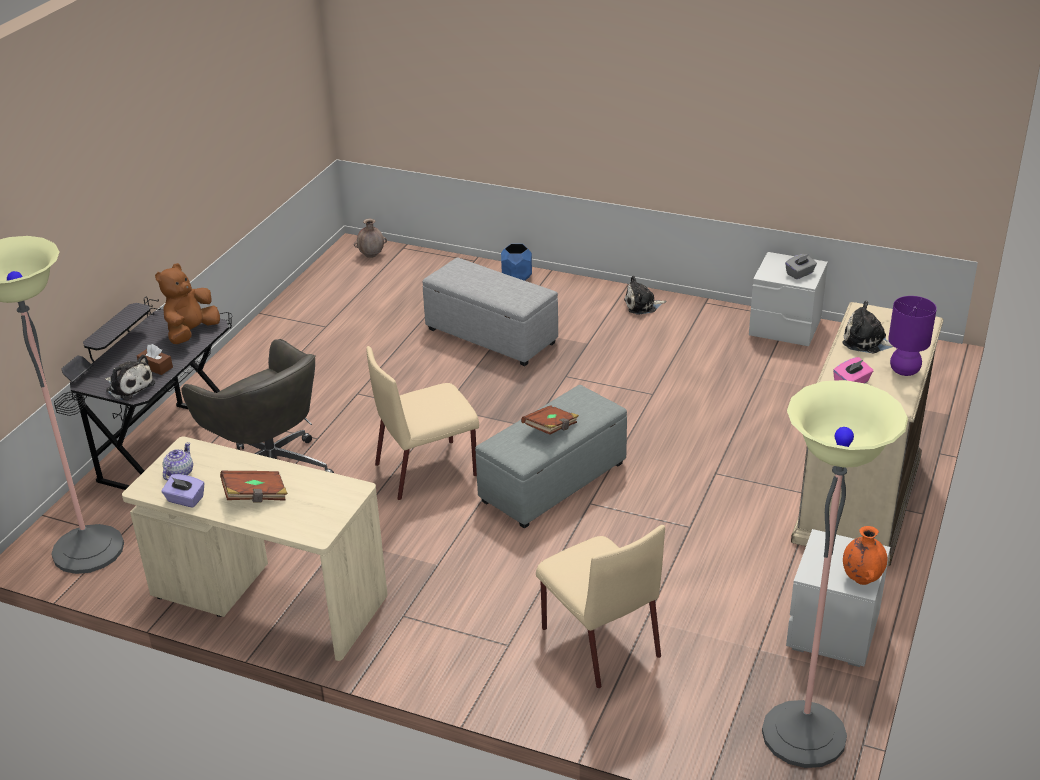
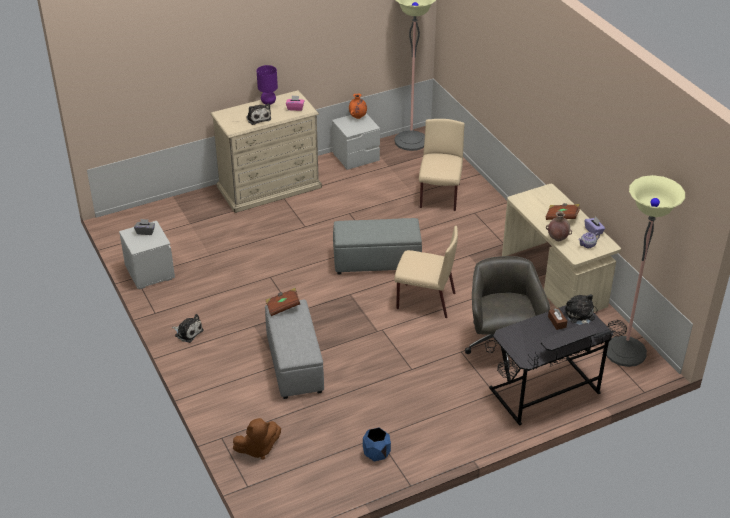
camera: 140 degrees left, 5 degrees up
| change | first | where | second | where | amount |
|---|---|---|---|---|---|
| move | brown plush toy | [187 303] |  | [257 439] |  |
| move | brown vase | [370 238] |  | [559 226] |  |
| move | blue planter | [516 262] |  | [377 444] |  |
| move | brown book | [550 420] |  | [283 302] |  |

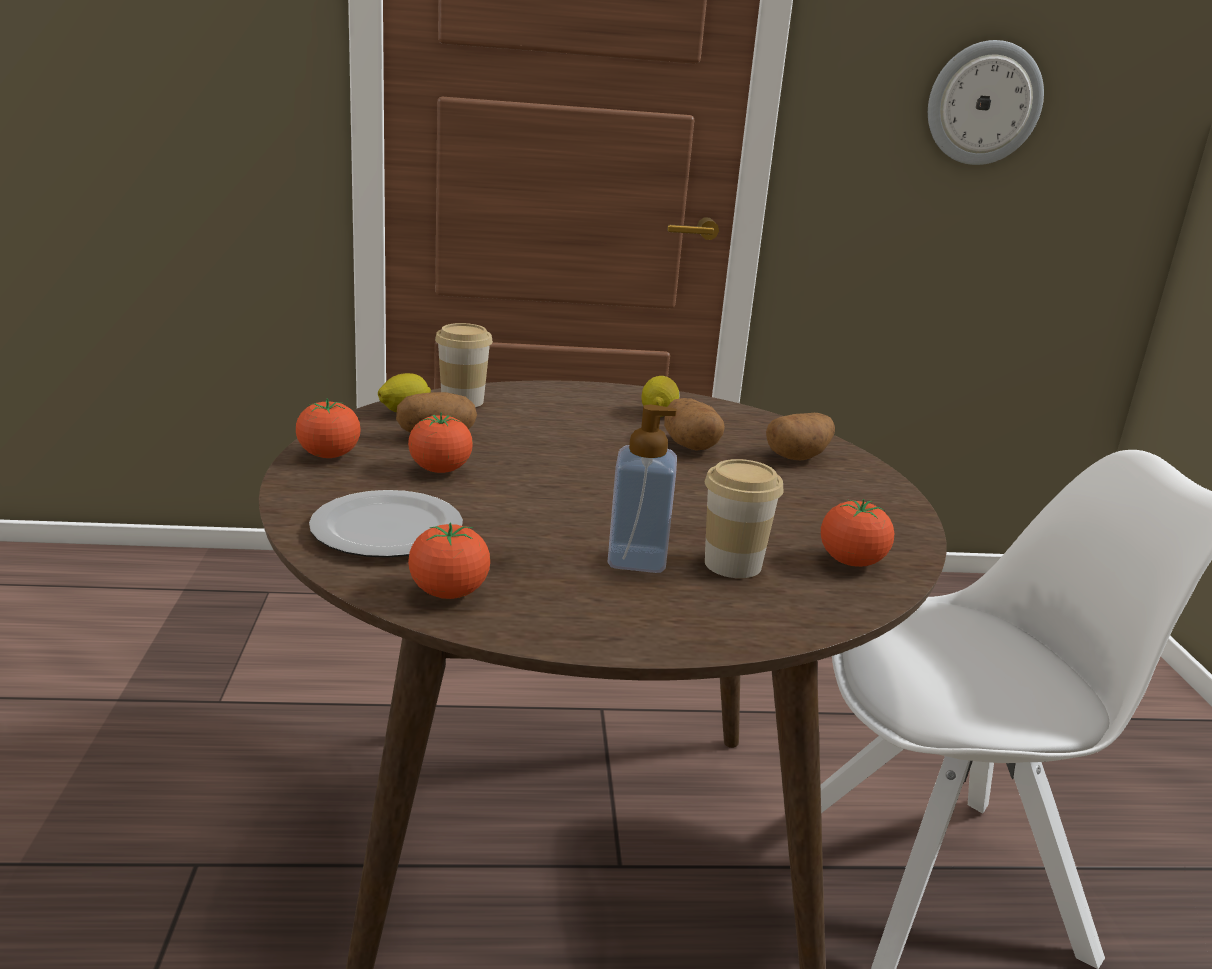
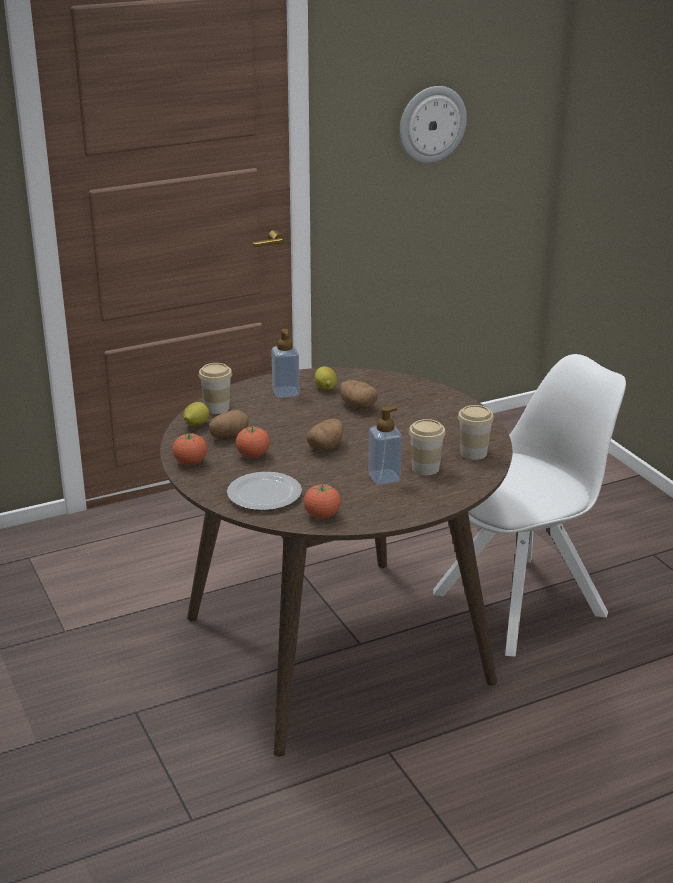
camera: 20 degrees left, 5 degrees up
| change | first | where | second | where | amount |
|---|---|---|---|---|---|
| move | potato | [800 436] |  | [324 435] |  |
| replace | tomato | [857 533] | cup | [476 432] |  |
| insert |  |  | soap dispenser | [285 363] |  |

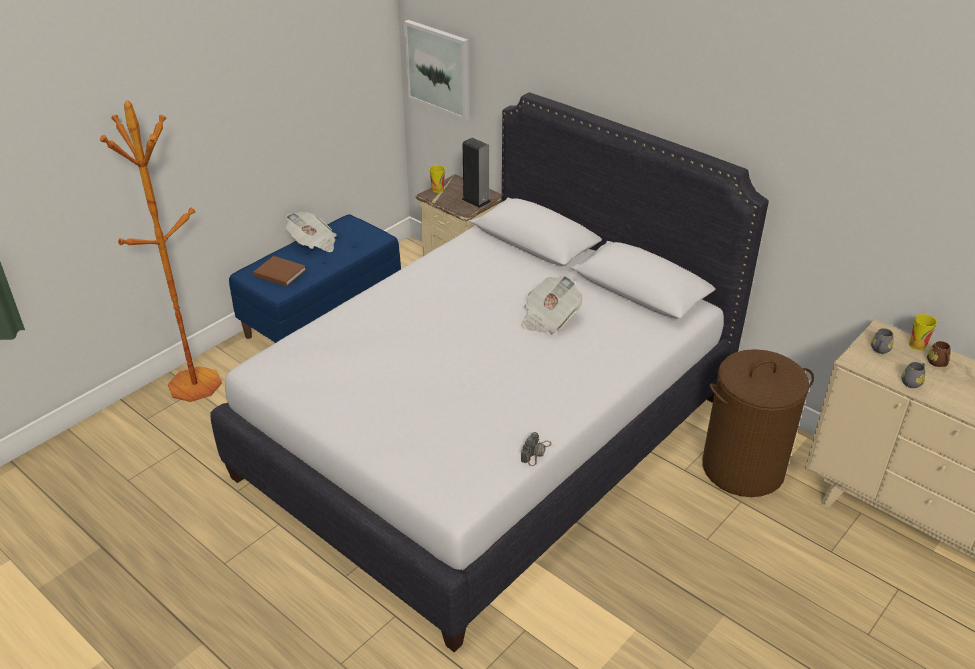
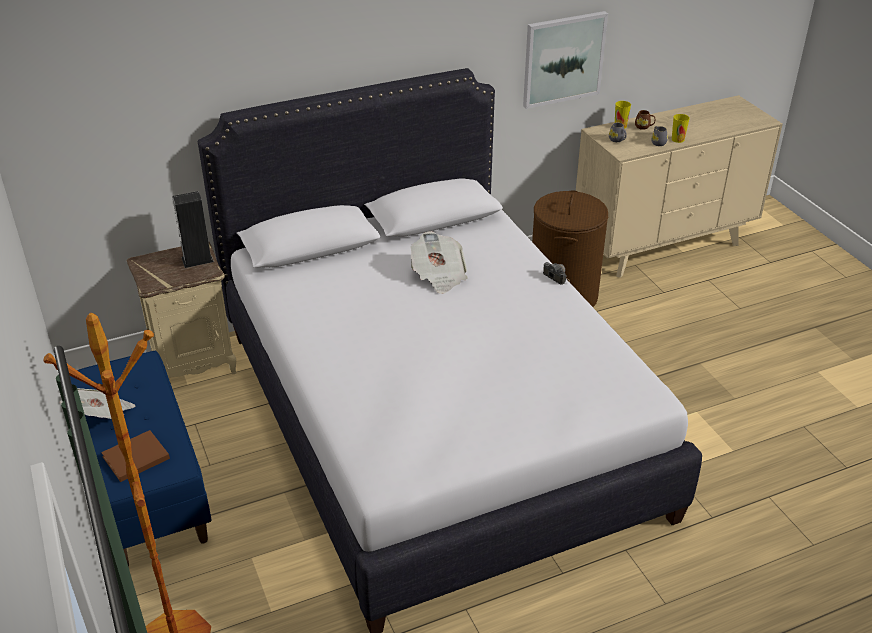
camera: 65 degrees left, 0 degrees up
| change | first | where | second | where | amount |
|---|---|---|---|---|---|
| move | picture | [437 70] |  | [565 60] |  |
| move | cup | [437 179] |  | [681 128] |  |
| move | photo camera | [536 449] |  | [556 273] |  |

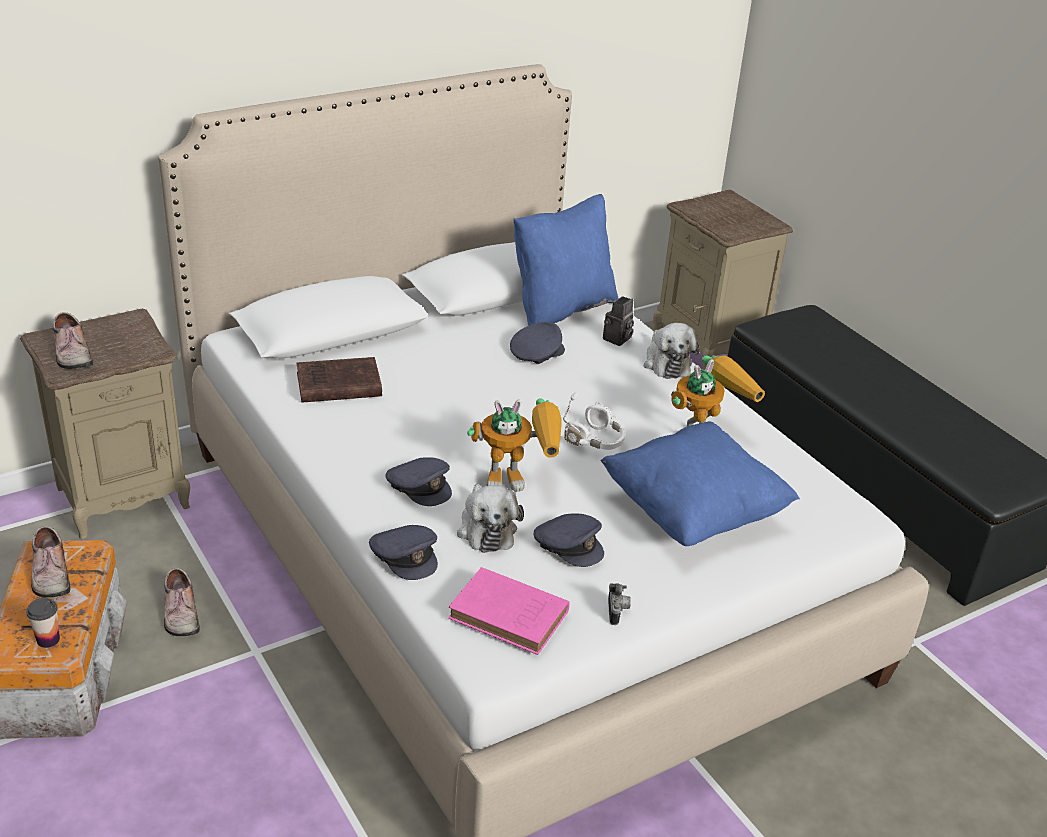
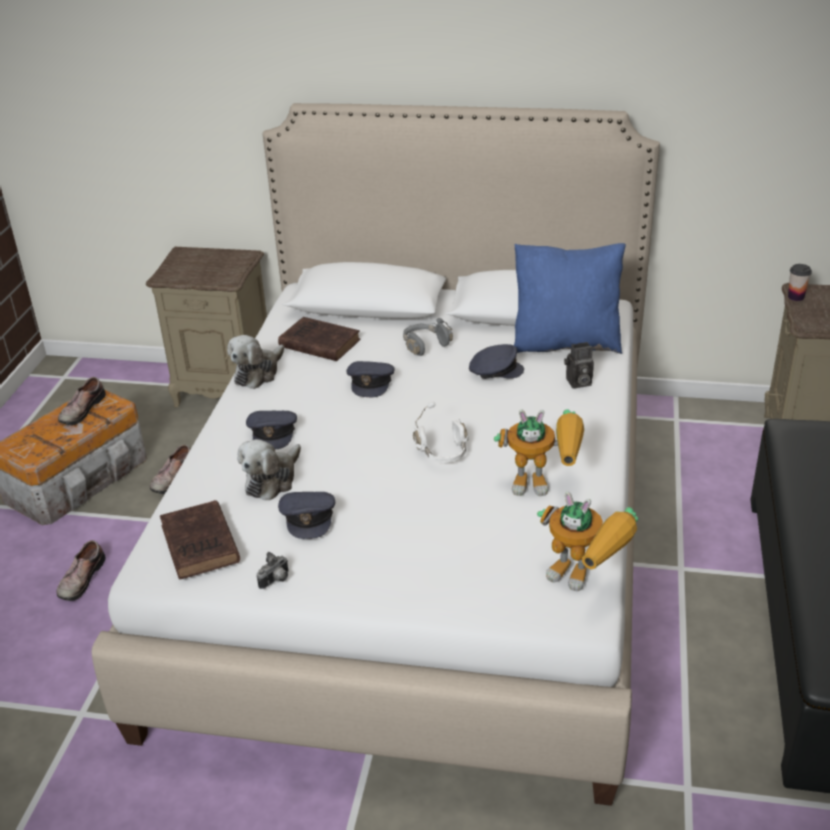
camera: 45 degrees right, 0 degrees up
| change | first | where | second | where | amount |
|---|---|---|---|---|---|
| move | cup | [43 623] |  | [800 282] |  |
| move | shoe | [73 340] |  | [81 570] |  |
| move | grey cap | [403 552] |  | [371 379] |  |
| recolor | pink book | [509 611] | brown book | [200 539] |  |
| move | toy robot | [514 445] |  | [587 541] |  |
| delete | blue pillow | [700 484] |  |  |  |
| move | plush toy | [671 351] |  | [255 362] |  |
| insert |  |  | grey headphones | [428 337] |  |

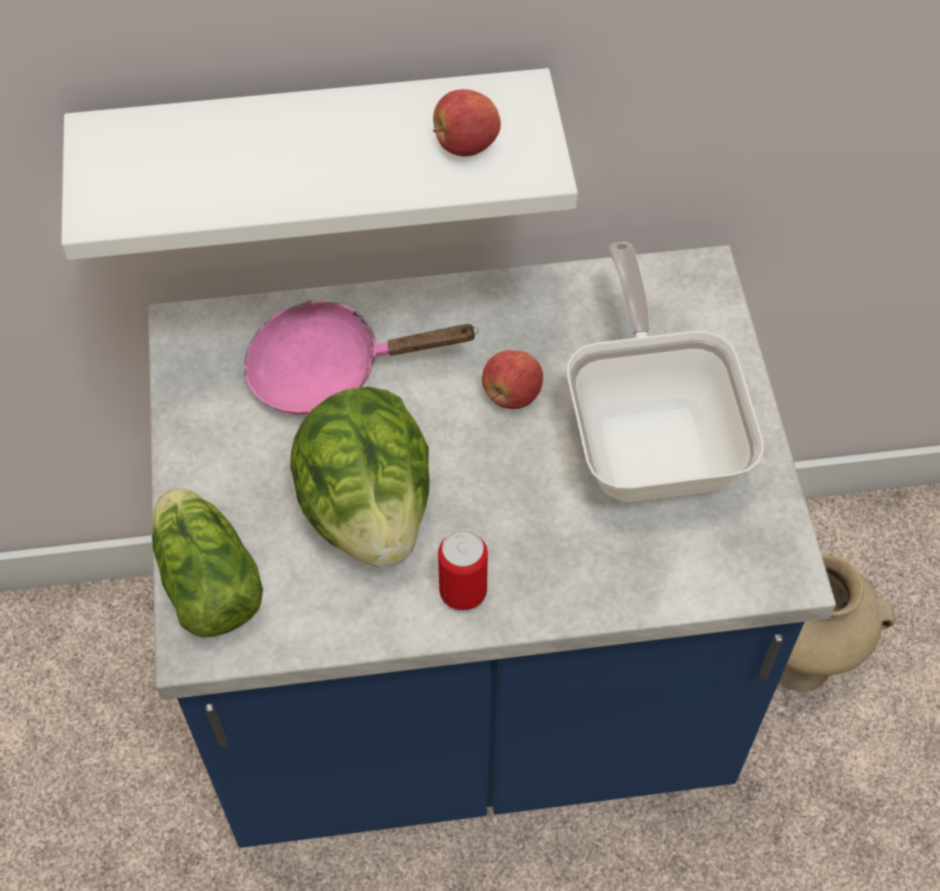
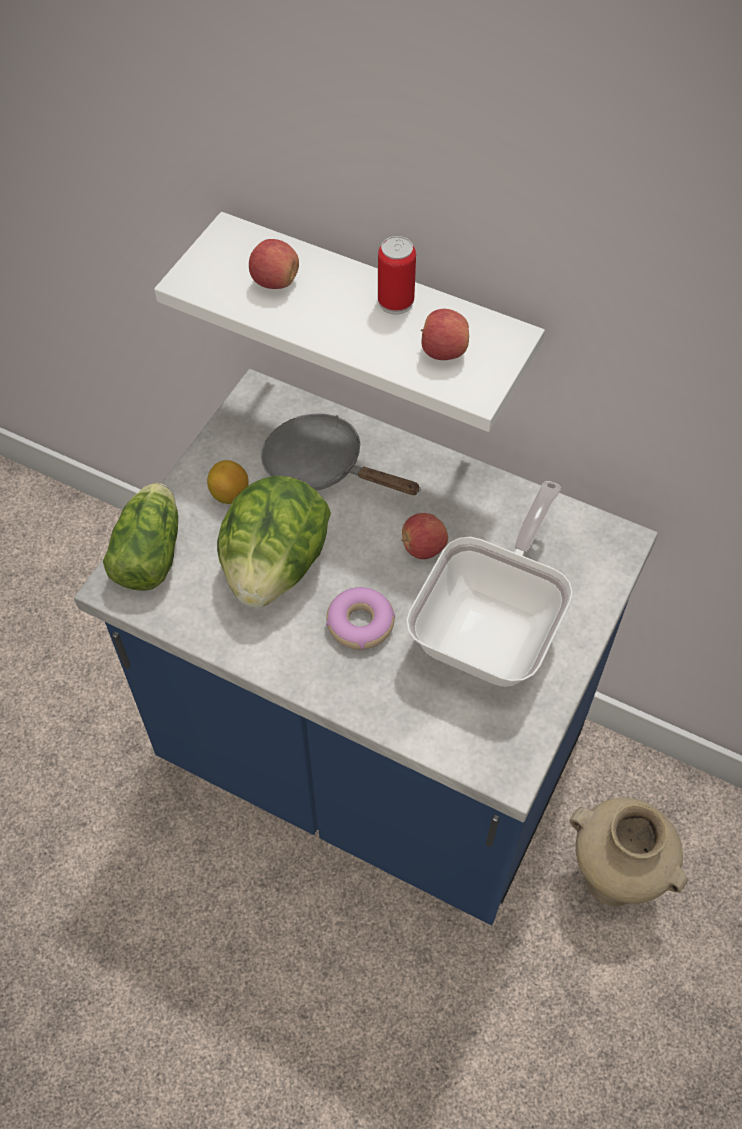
camera: 35 degrees right, 0 degrees up
| change | first | where | second | where | amount |
|---|---|---|---|---|---|
| recolor | pink frying pan | [361 357] | grey frying pan | [341 454] |  |
| move | can | [463 571] |  | [397 275] |  |
| insert |  |  | lemon | [228 482] |  |
| insert |  |  | apple | [274 264] |  |
| insert |  |  | donut | [360 618] |  |

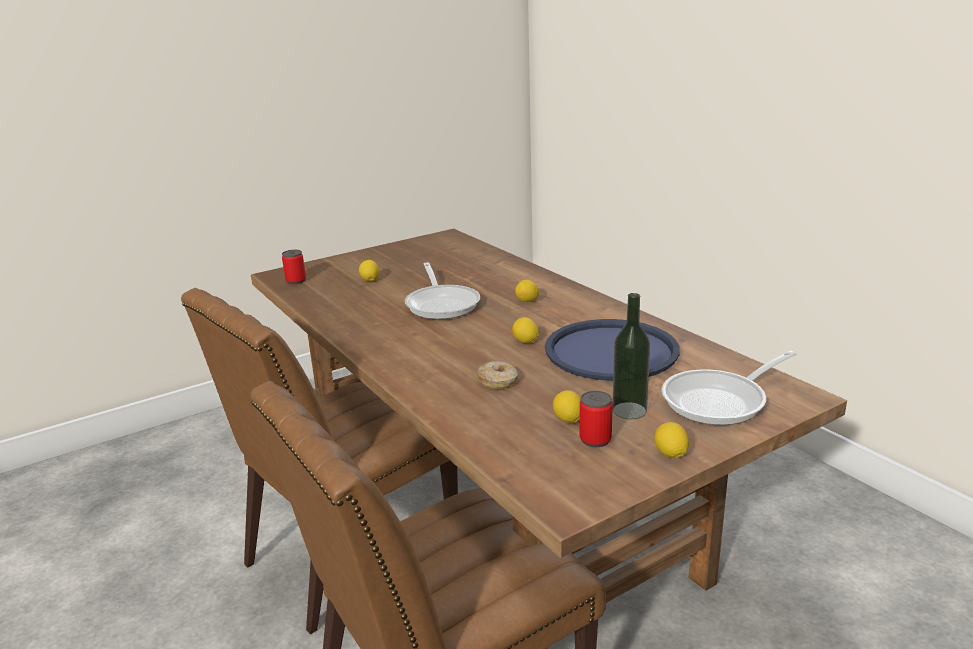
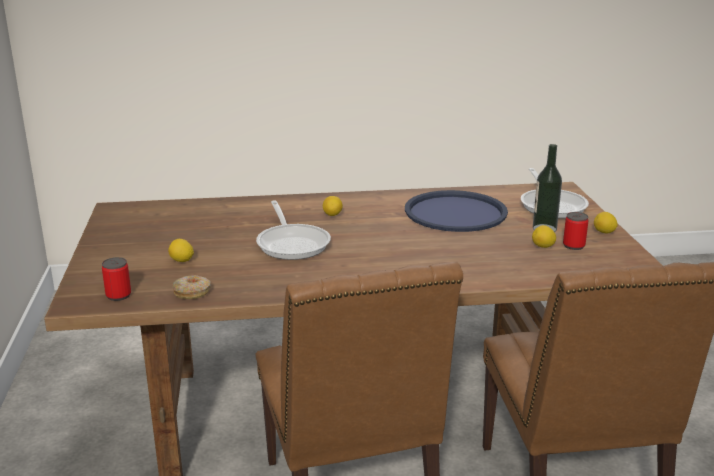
camera: 65 degrees left, 0 degrees up
| change | first | where | second | where | amount |
|---|---|---|---|---|---|
| rotate | frying pan | [442 290] |  | [293 230] | 60 degrees clockwise |
| move | donut | [498 375] |  | [191 287] |  |
| delete | lemon | [525 330] |  |  |  |

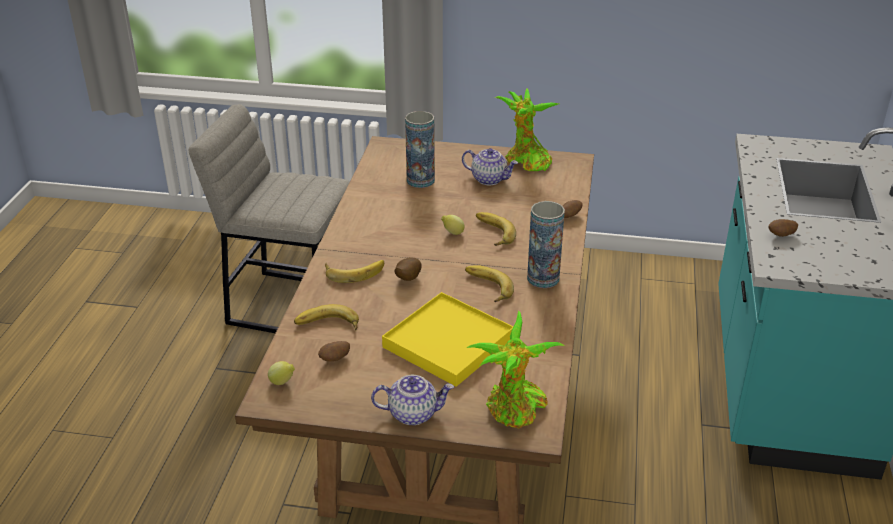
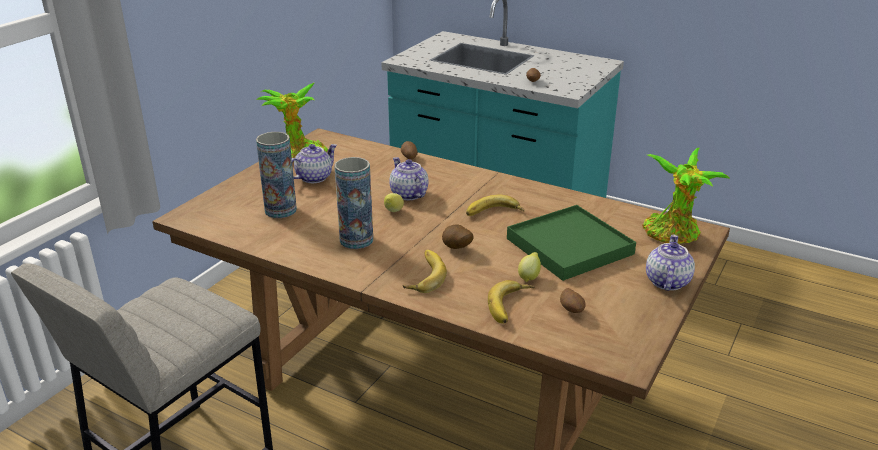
camera: 70 degrees left, 5 degrees down
| change | first | where | second | where | amount |
|---|---|---|---|---|---|
| move | lemon | [281 373] |  | [529 267] |  |
| recolor | yellow tray | [447 339] | green tray | [571 243] |  |
| replace | banana | [496 229] | teapot | [409 178] |  |
| move | vase | [546 244] |  | [353 203] |  |

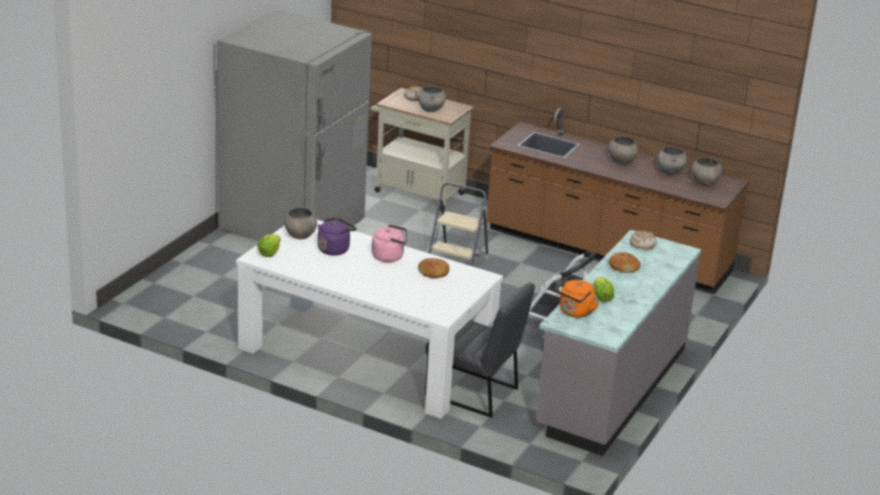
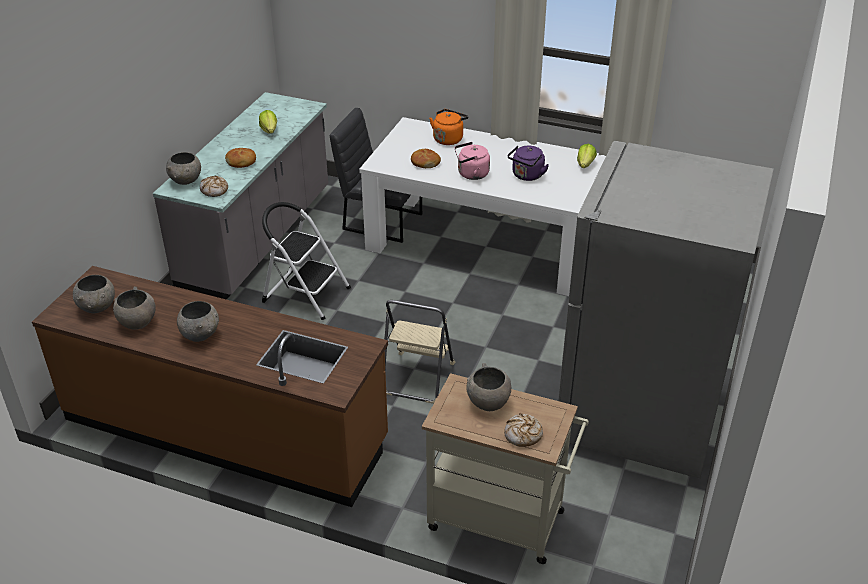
camera: 175 degrees right, 10 degrees up
| change | first | where | second | where | amount |
|---|---|---|---|---|---|
| move | grey bowl | [300 223] |  | [183 168] |  |
| move | orange kettle | [577 298] |  | [448 127] |  |

